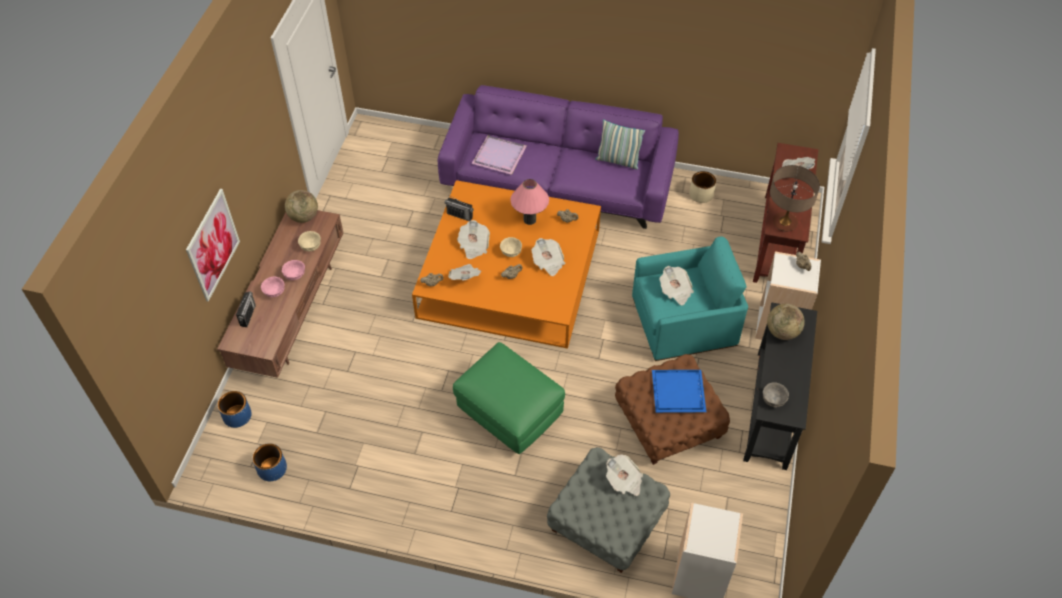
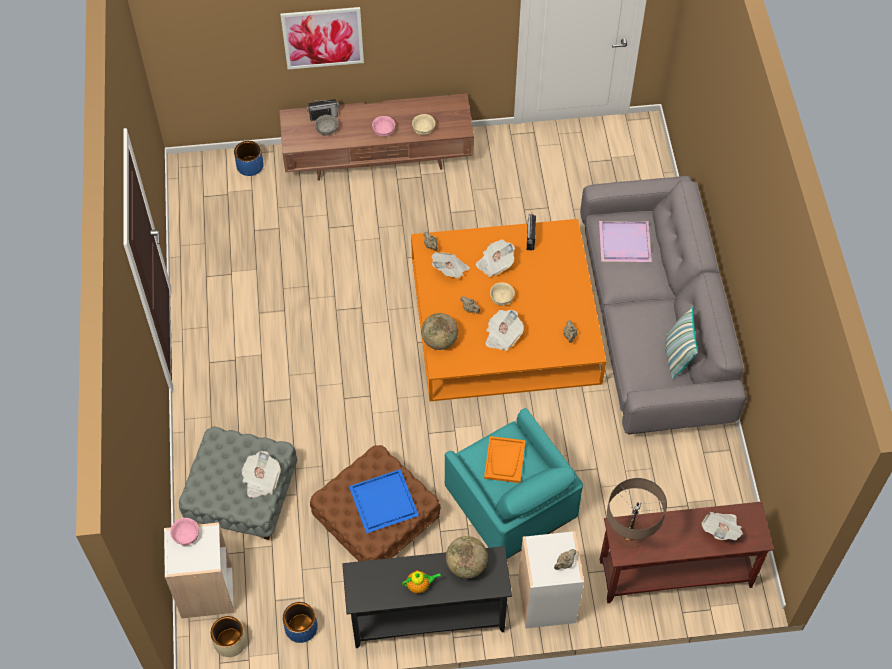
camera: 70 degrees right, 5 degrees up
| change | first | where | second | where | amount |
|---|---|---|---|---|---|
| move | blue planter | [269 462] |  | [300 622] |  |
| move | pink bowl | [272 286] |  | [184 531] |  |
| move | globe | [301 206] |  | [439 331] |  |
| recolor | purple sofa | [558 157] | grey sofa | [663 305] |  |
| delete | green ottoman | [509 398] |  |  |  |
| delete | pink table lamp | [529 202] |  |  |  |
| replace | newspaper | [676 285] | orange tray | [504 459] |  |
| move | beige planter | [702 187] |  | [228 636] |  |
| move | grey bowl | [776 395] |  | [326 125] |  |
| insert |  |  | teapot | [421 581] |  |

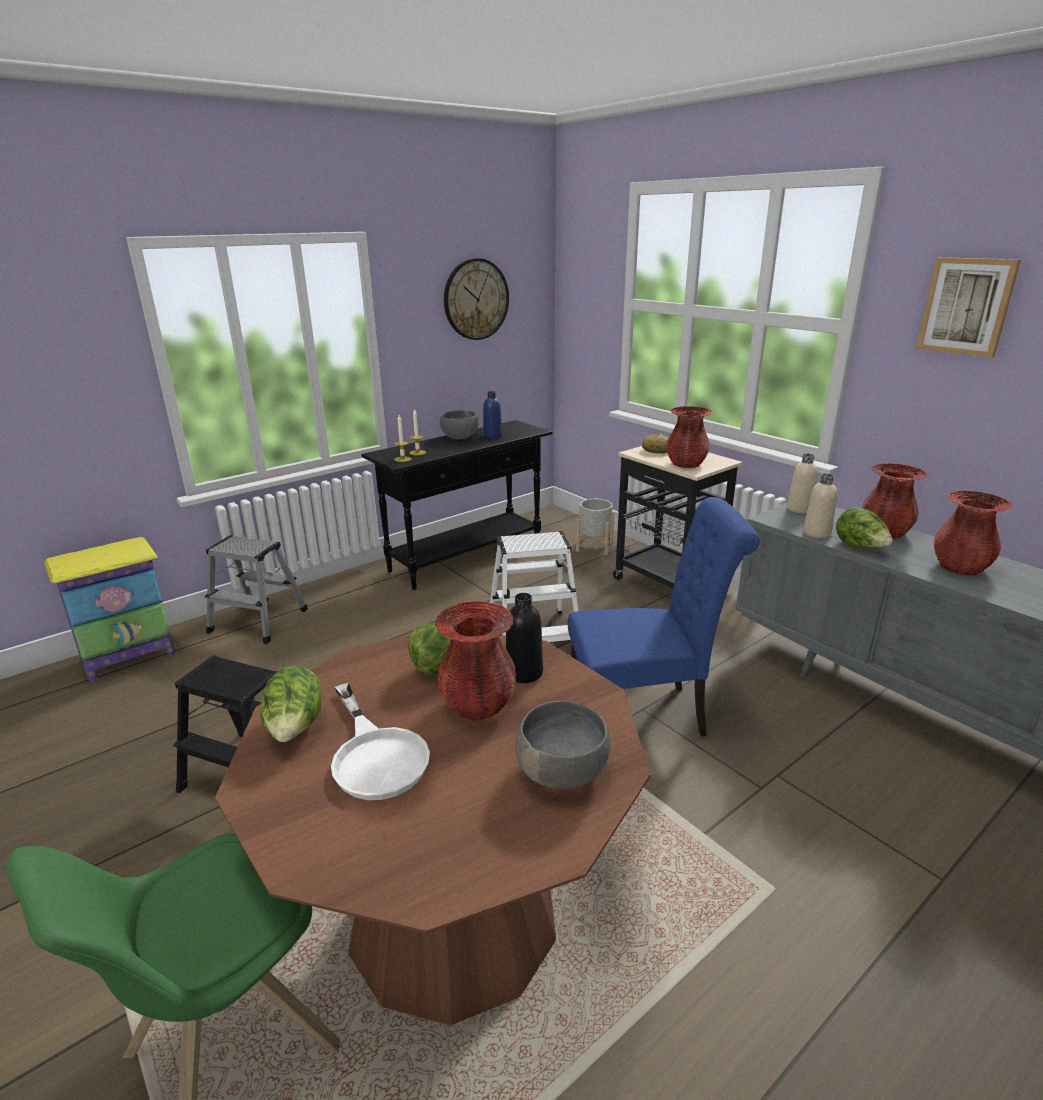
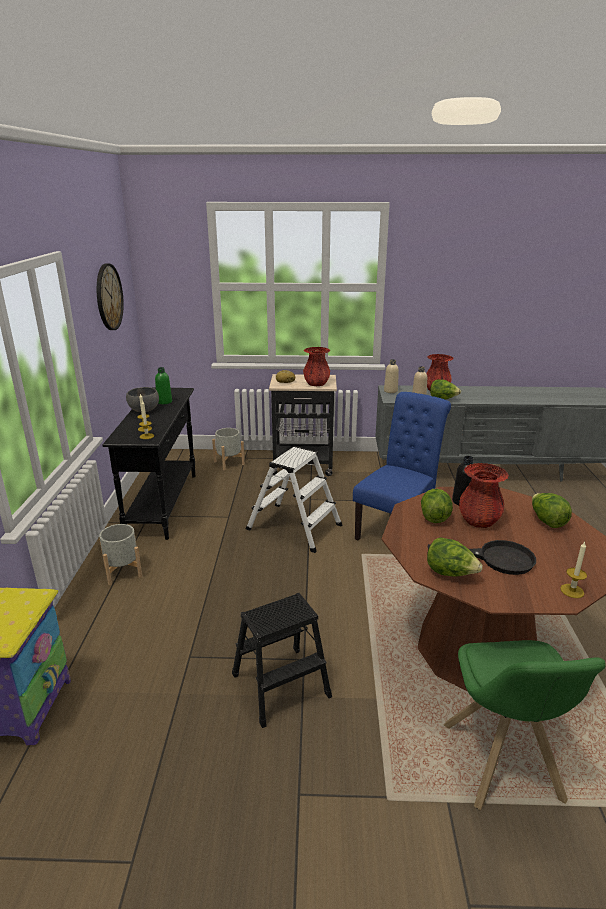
camera: 50 degrees left, 0 degrees up
| change | first | where | second | where | amount |
|---|---|---|---|---|---|
| delete | grey step ladder | [256 589] |  |  |  |
| recolor | white frying pan | [380 741] | black frying pan | [481 557] |  |
| recolor | blue bottle | [492 414] | green bottle | [163 385] |  |
| replace | grey bowl | [563 745] | lettuce | [552 510] |  |
| delete | picture | [968 307] |  |  |  |
| delete | red vase | [973 533] |  |  |  |
| insert |  |  | grey planter | [120 554] |  |
| insert |  |  | candle | [573 570] |  |

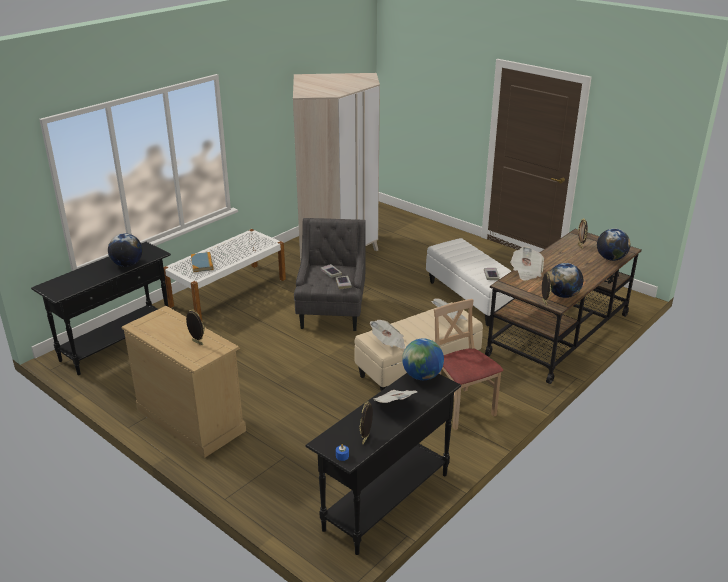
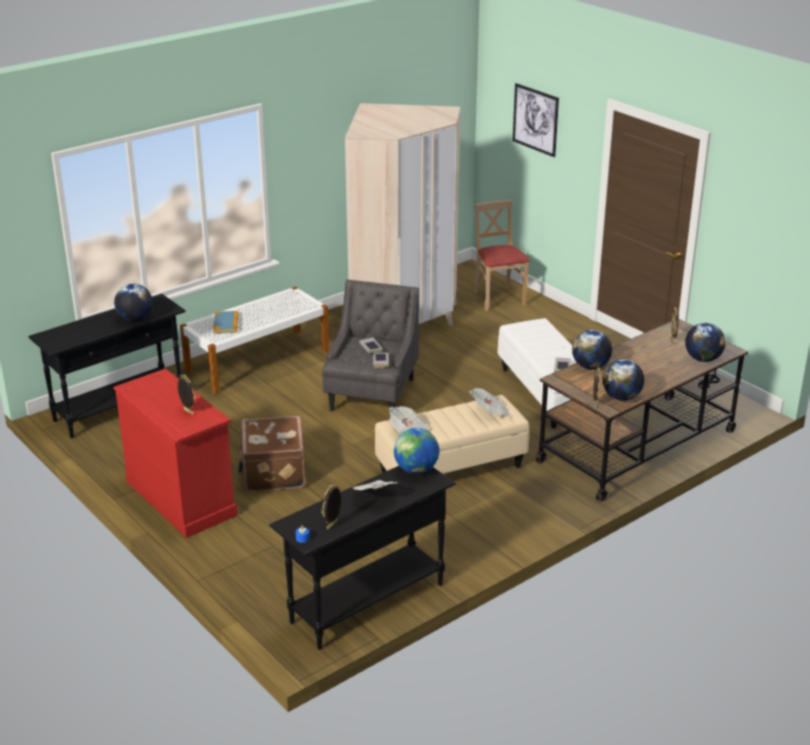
camera: 10 degrees right, 0 degrees up
| change | first | where | second | where | amount |
|---|---|---|---|---|---|
| recolor | beige dresser | [184 382] | red dresser | [176 453] |  |
| move | beige chair | [468 364] |  | [502 255] |  |
| replace | newspaper | [527 264] | globe | [592 350] |  |
| insert |  |  | brown suitcase | [272 454] |  |
| insert |  |  | picture | [536 120] |  |

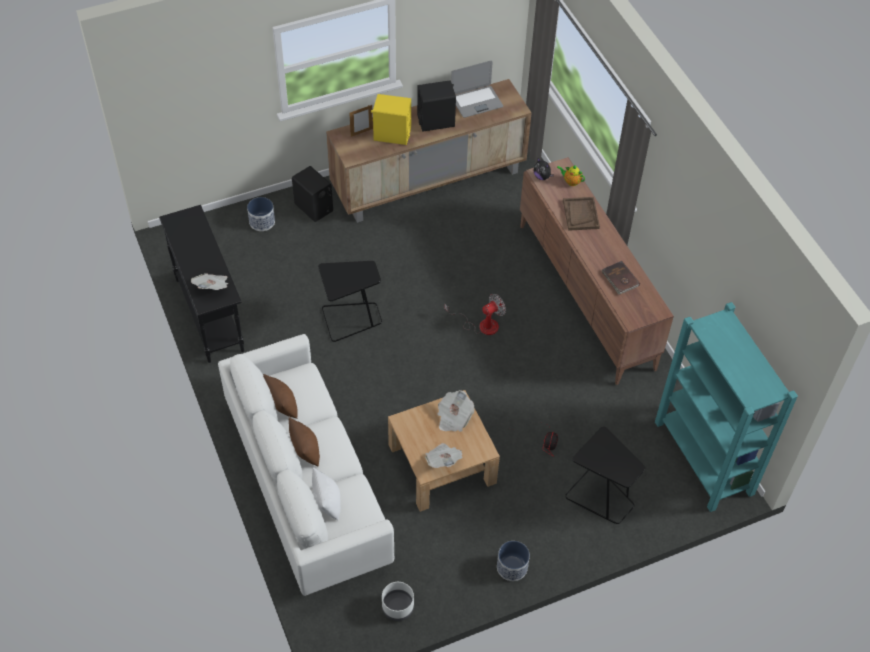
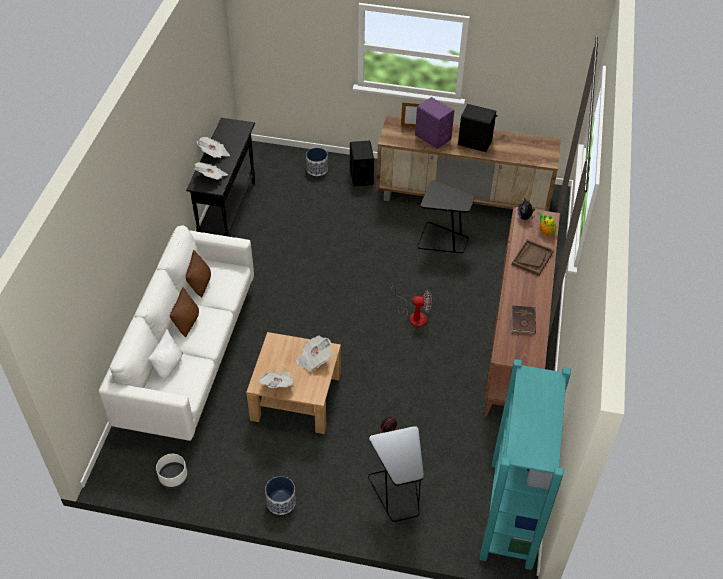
camera: 35 degrees right, 5 degrees down
| change | first | where | second | where | amount |
|---|---|---|---|---|---|
| move | black side table | [350 301] |  | [445 216] |  |
| recolor | yellow speaker | [391 119] | purple speaker | [434 123] |  |
| delete | laptop | [477 89] |  |  |  |
| insert |  |  | newspaper | [213 147] |  |

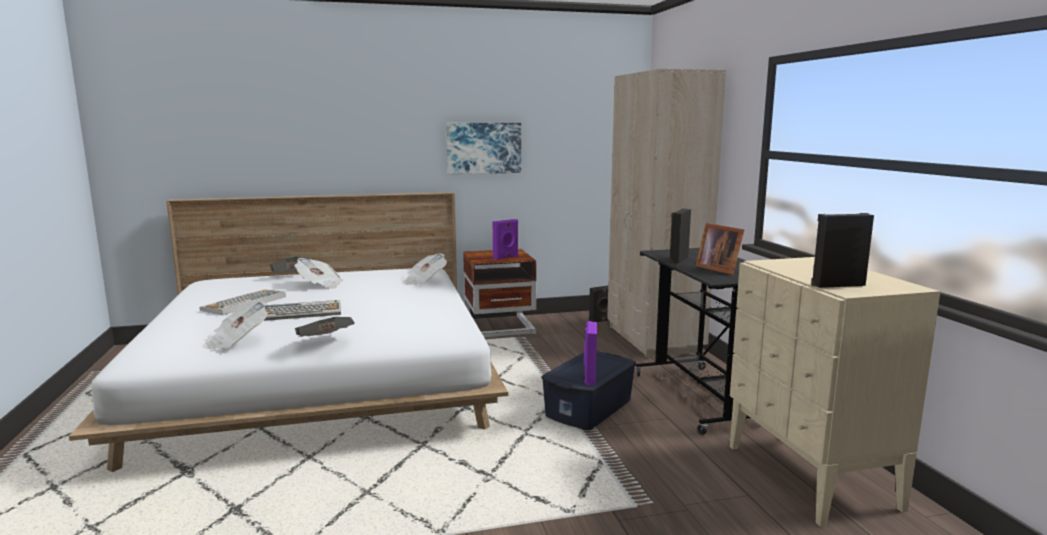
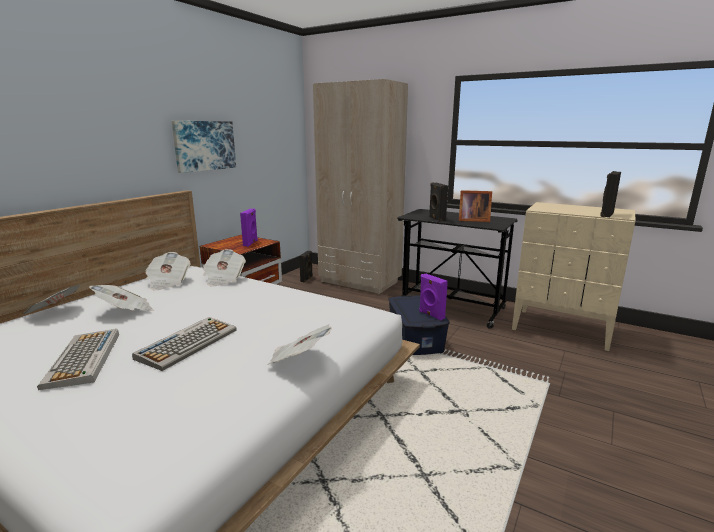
camera: 45 degrees left, 5 degrees up
| change | first | where | second | where | amount |
|---|---|---|---|---|---|
| move | newspaper | [235 325] |  | [168 271] |  |

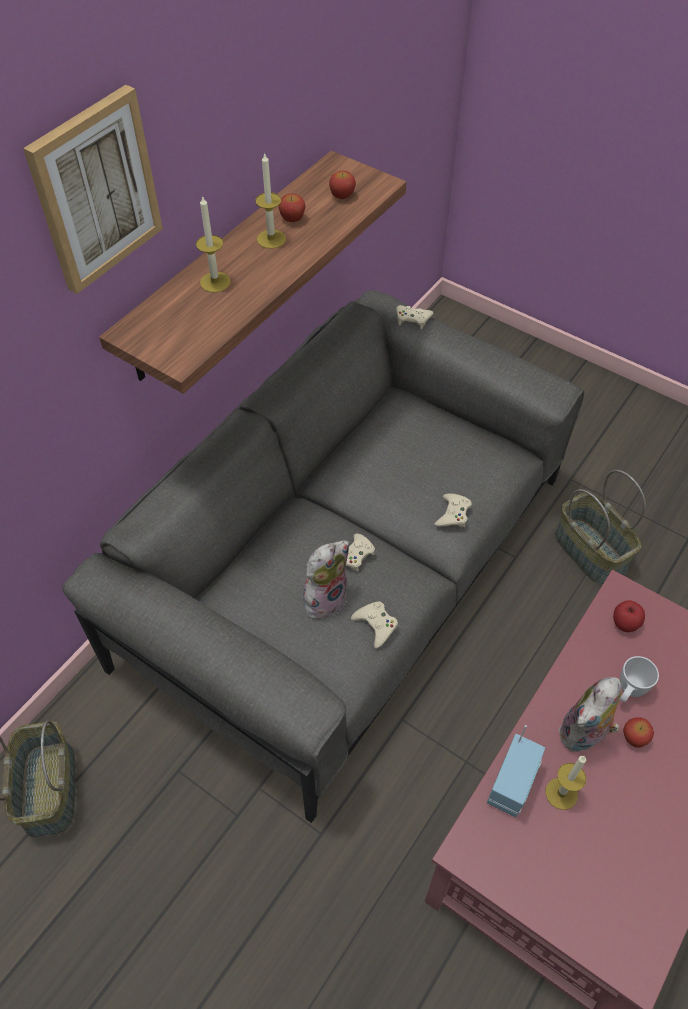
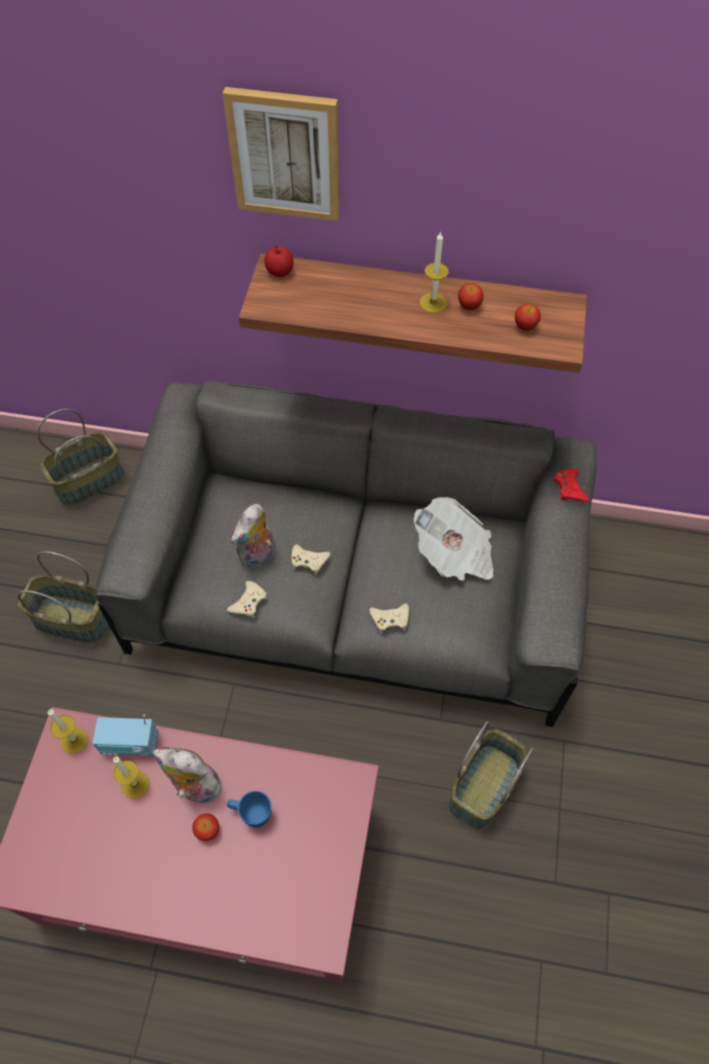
camera: 65 degrees right, 5 degrees up
| change | first | where | second | where | amount |
|---|---|---|---|---|---|
| move | candle | [213 244] |  | [68 731] |  |
| rotate | plush toy | [326 580] |  | [253 536] | 105 degrees clockwise |
| recolor | beige game controller | [415 317] | red game controller | [571 485] |  |
| move | apple | [629 616] |  | [279 261] |  |
| recolor | white mug | [639 679] | blue mug | [249 809] |  |
| insert |  |  | basket | [63 596] |  |
| insert |  |  | newspaper | [454 539] |  |

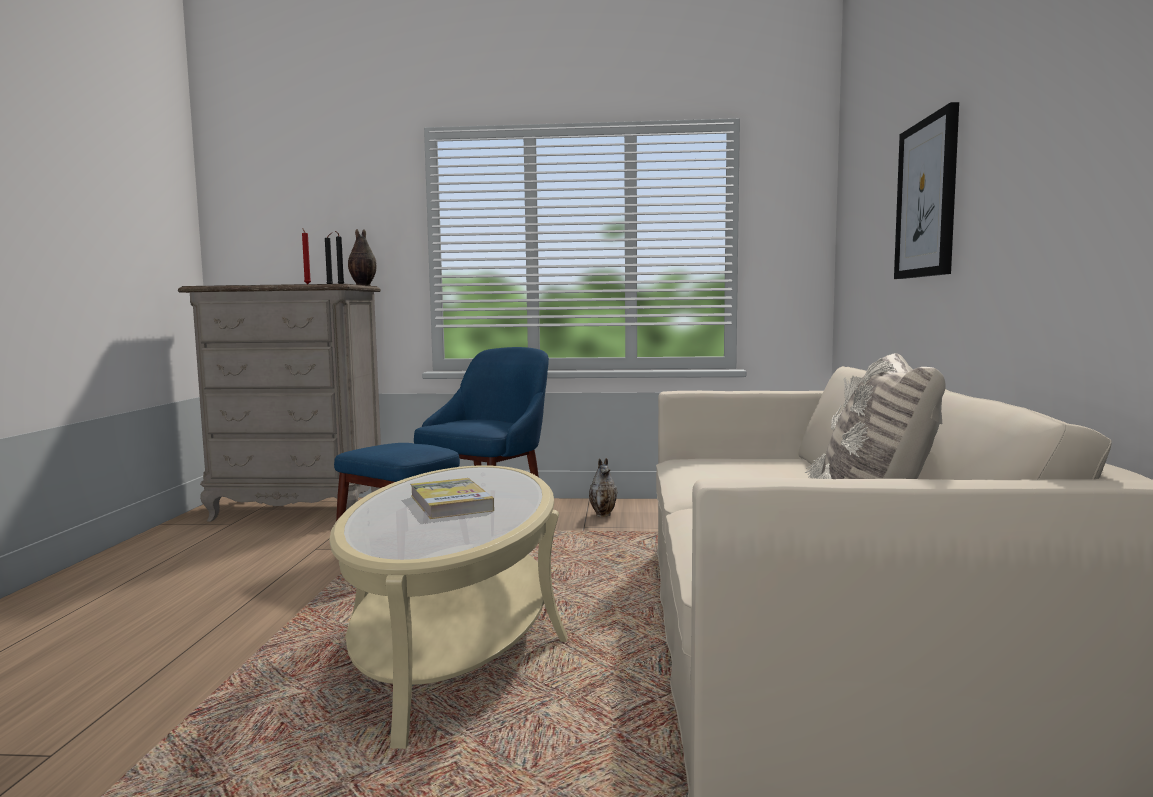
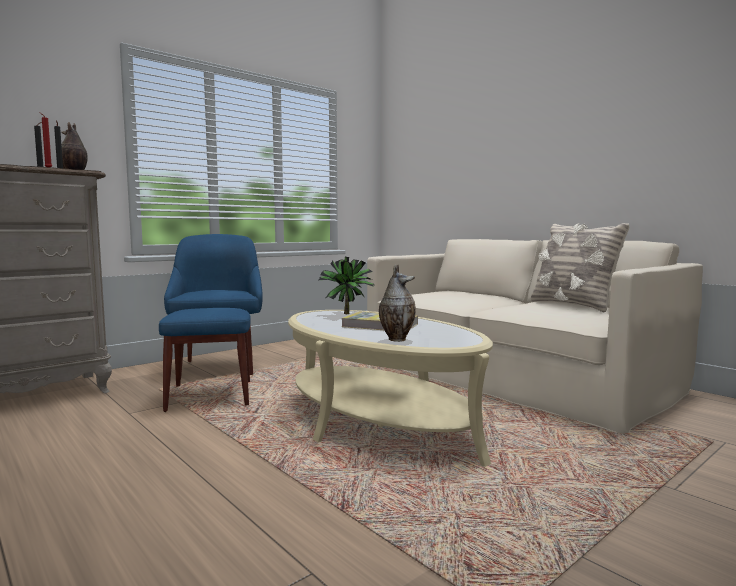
camera: 45 degrees left, 0 degrees up
| change | first | where | second | where | amount |
|---|---|---|---|---|---|
| move | vase | [603 487] |  | [397 303] |  |
| delete | picture | [926 190] |  |  |  |
| insert |  |  | potted plant | [346 285] |  |

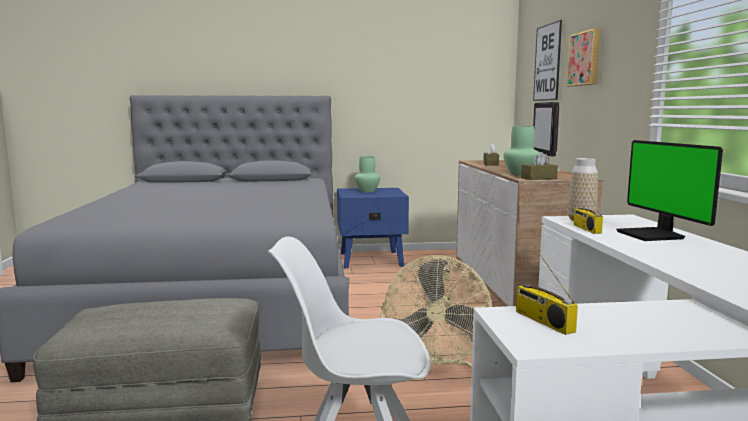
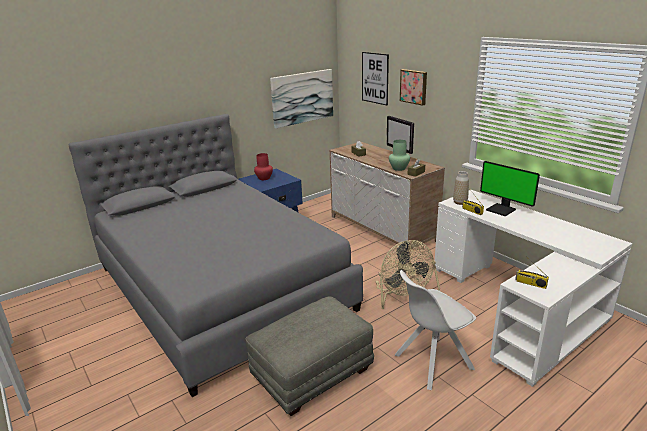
camera: 30 degrees left, 15 degrees up
| change | first | where | second | where | amount |
|---|---|---|---|---|---|
| recolor | green vase | [367 174] | red vase | [263 166] |  |
| insert |  |  | picture | [301 98] |  |

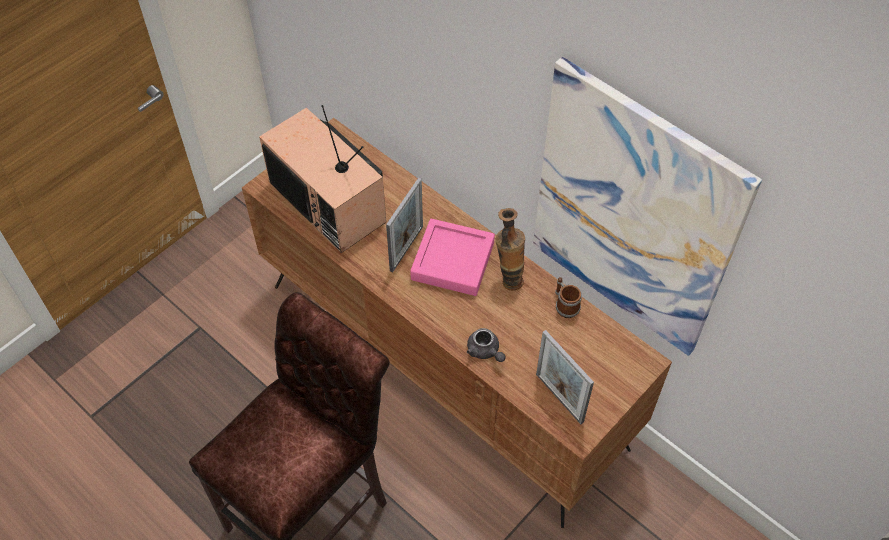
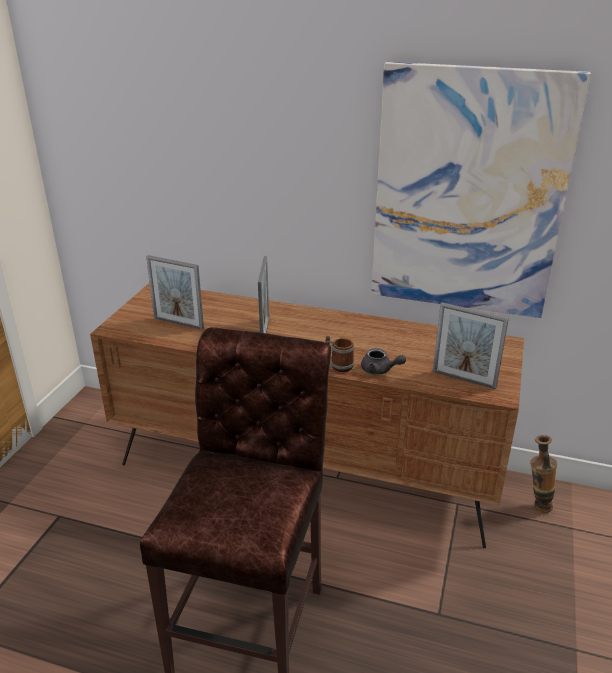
camera: 25 degrees left, 25 degrees down
| change | first | where | second | where | amount |
|---|---|---|---|---|---|
| replace | television | [322 179] | picture frame | [175 292] |  |
| delete | pink tray | [452 257] |  |  |  |
| move | vase | [510 249] |  | [543 474] |  |
| move | mug | [568 297] |  | [339 354] |  |

